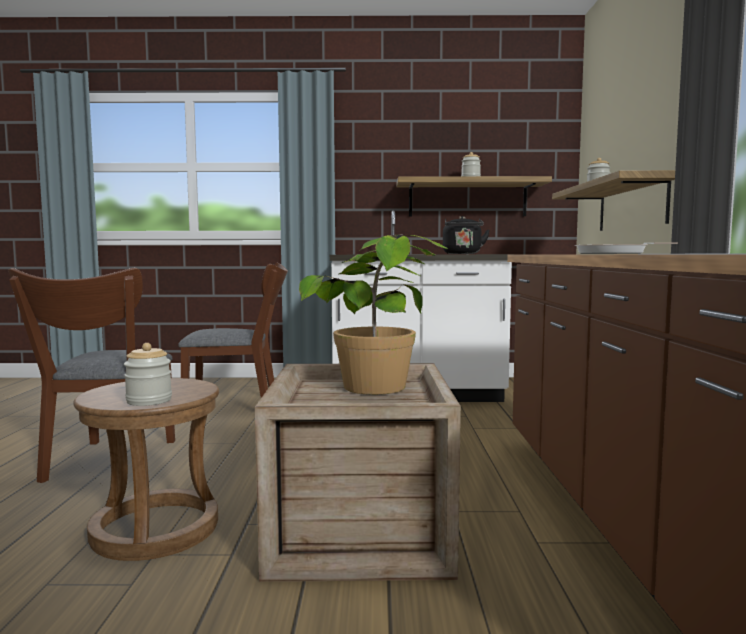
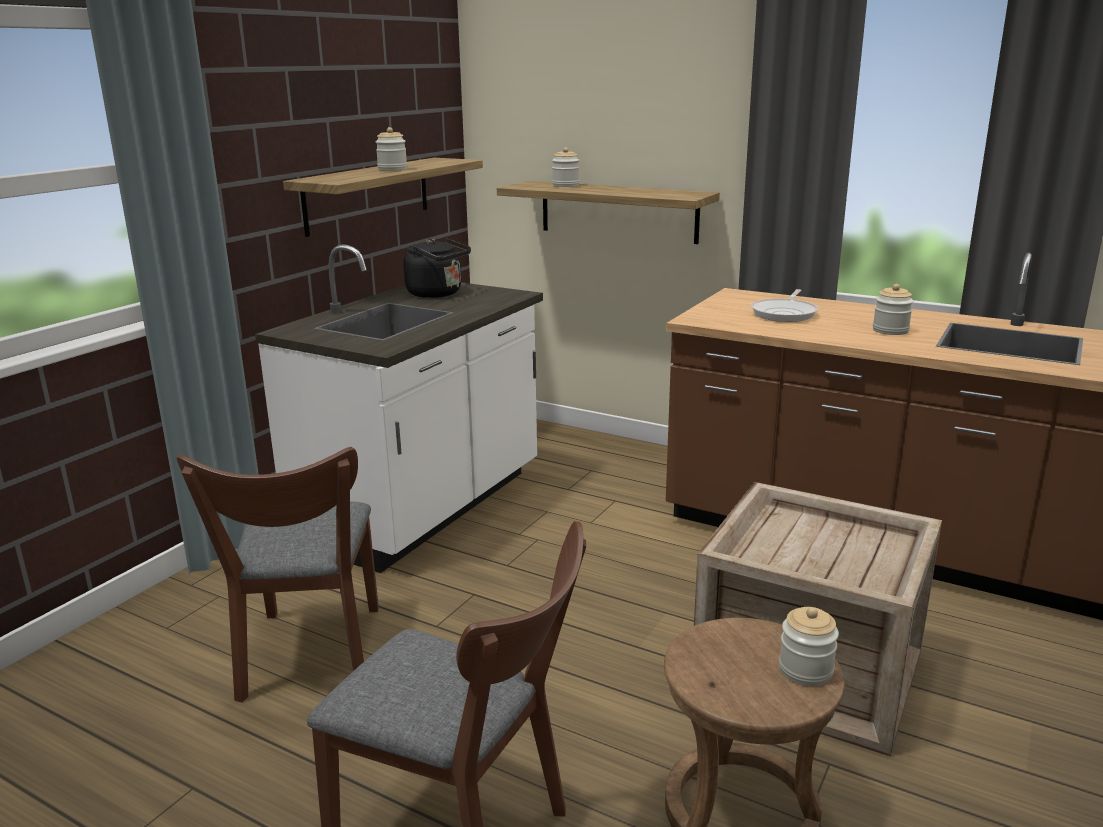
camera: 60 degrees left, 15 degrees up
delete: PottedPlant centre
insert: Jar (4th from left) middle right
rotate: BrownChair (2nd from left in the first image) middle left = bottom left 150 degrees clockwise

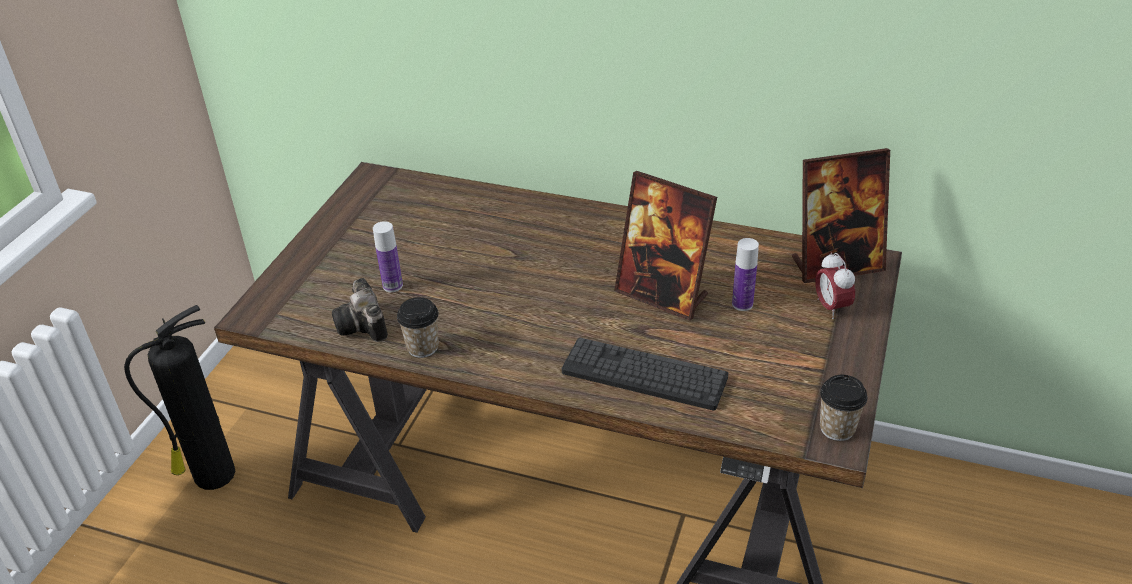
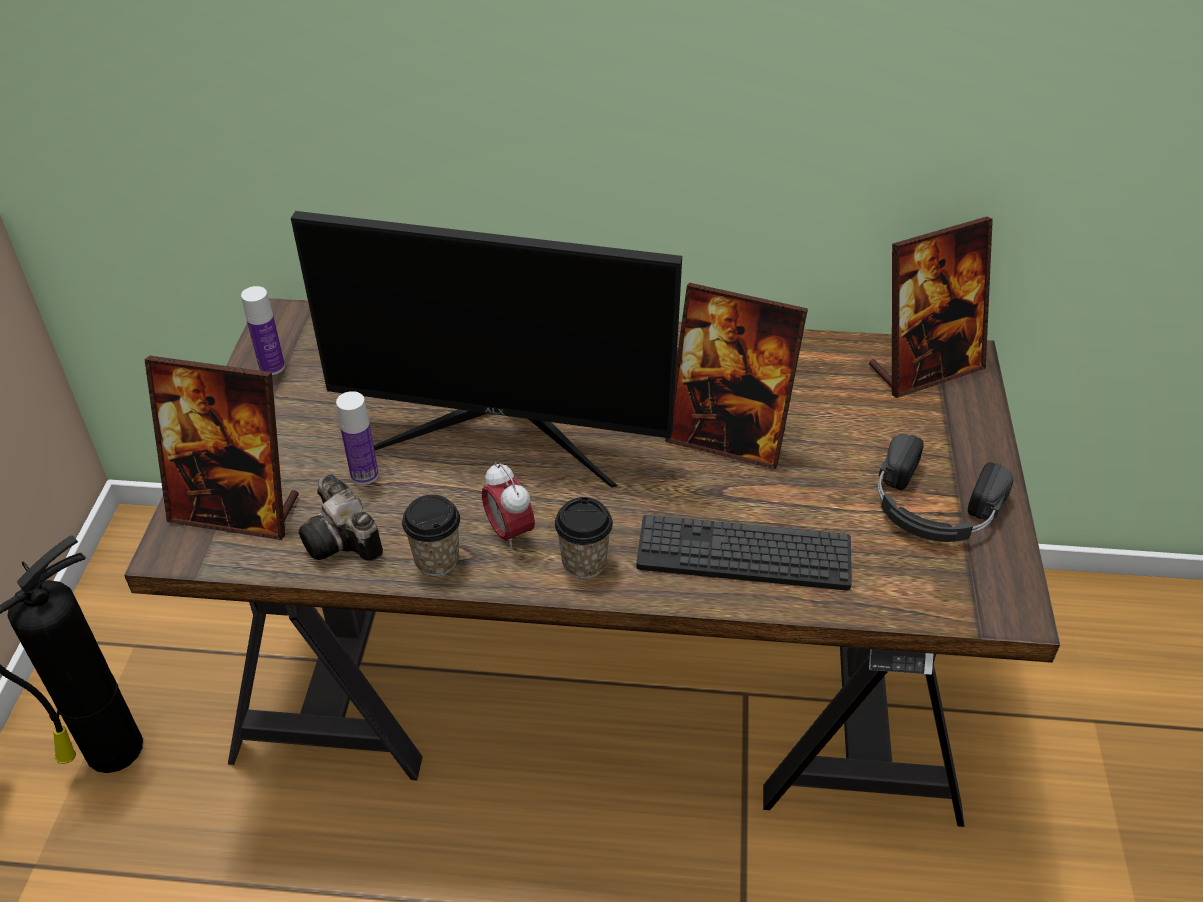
camera: 15 degrees left, 5 degrees up
insert: PictureFrame (1st from left) middle left; Monitor centre; BlackHeadphones middle right
move: Bottle (2nd from left in the first image) centre to Bottle (1st from left) middle left; AlarmClock middle right to centre; Cup (2nd from left) bottom right to centre

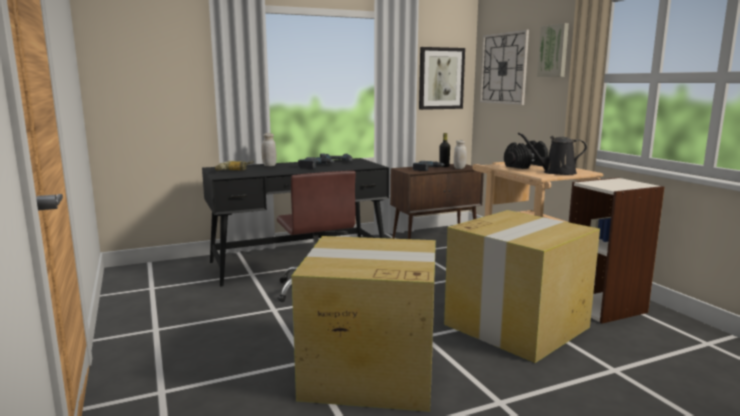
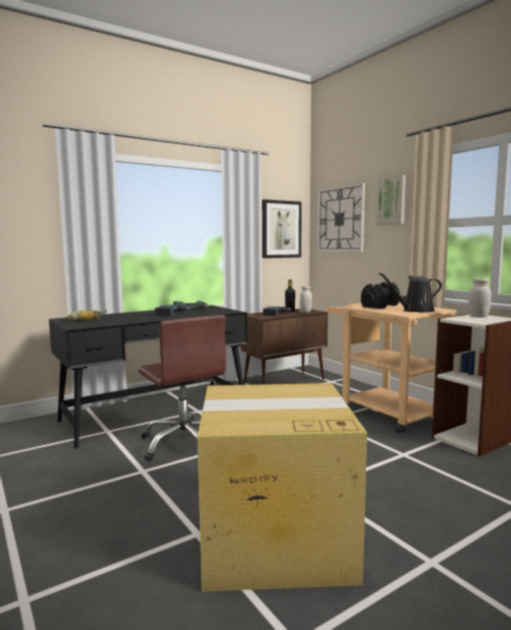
camera: 10 degrees left, 5 degrees down
delete: CardboardBox (2nd from left) bottom right
move: WhiteJar (1st from left in the first image) centre to WhiteJar (2nd from left) middle right

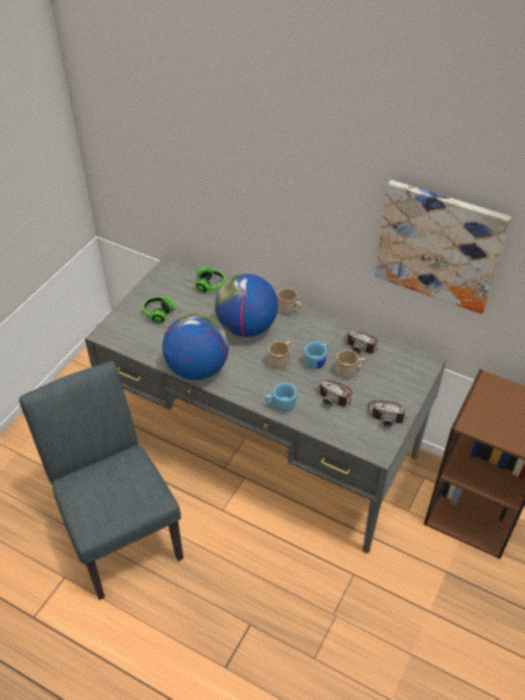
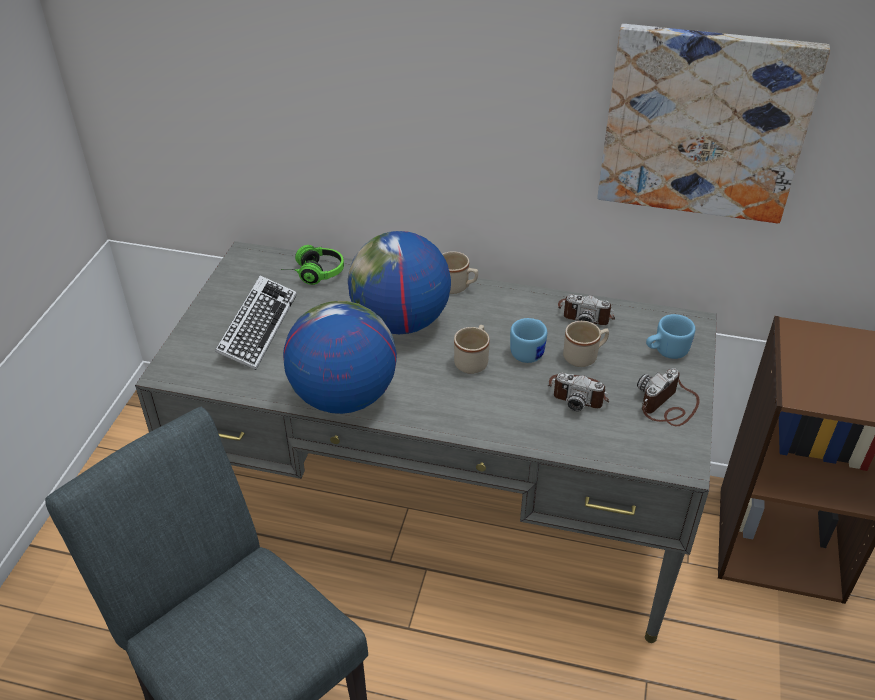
camera: 15 degrees left, 5 degrees down
move: BlueMug (1st from left in the first image) centre to BlueMug (2nd from left) middle right
replace: Headphones (1st from left) middle left to Keyboard middle left
rotate: PhotoCamera (3rd from left) middle right = middle right 135 degrees clockwise

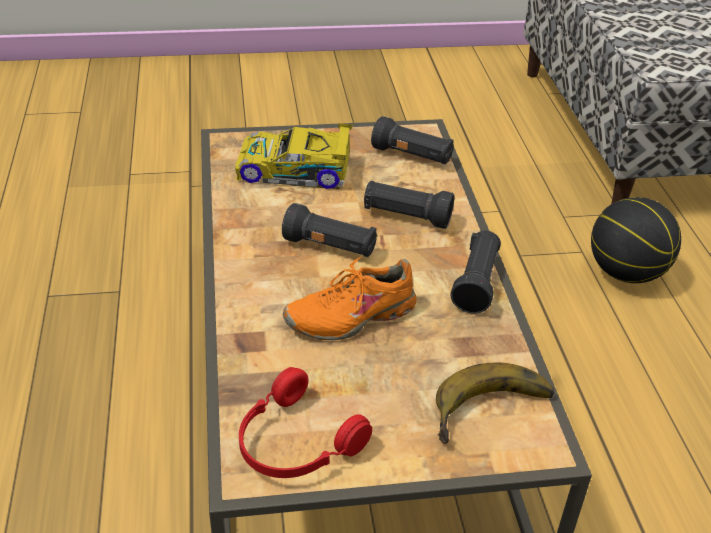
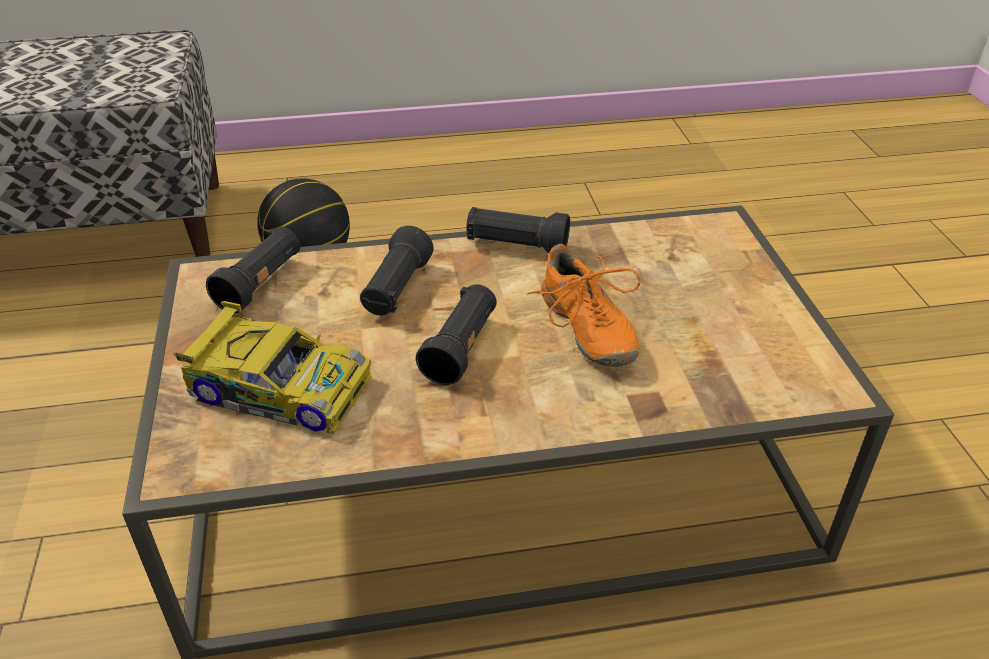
camera: 90 degrees left, 0 degrees up
delete: RedHeadphones bottom centre; Banana bottom right
rotate: ToyCar top centre = middle left 75 degrees counterclockwise

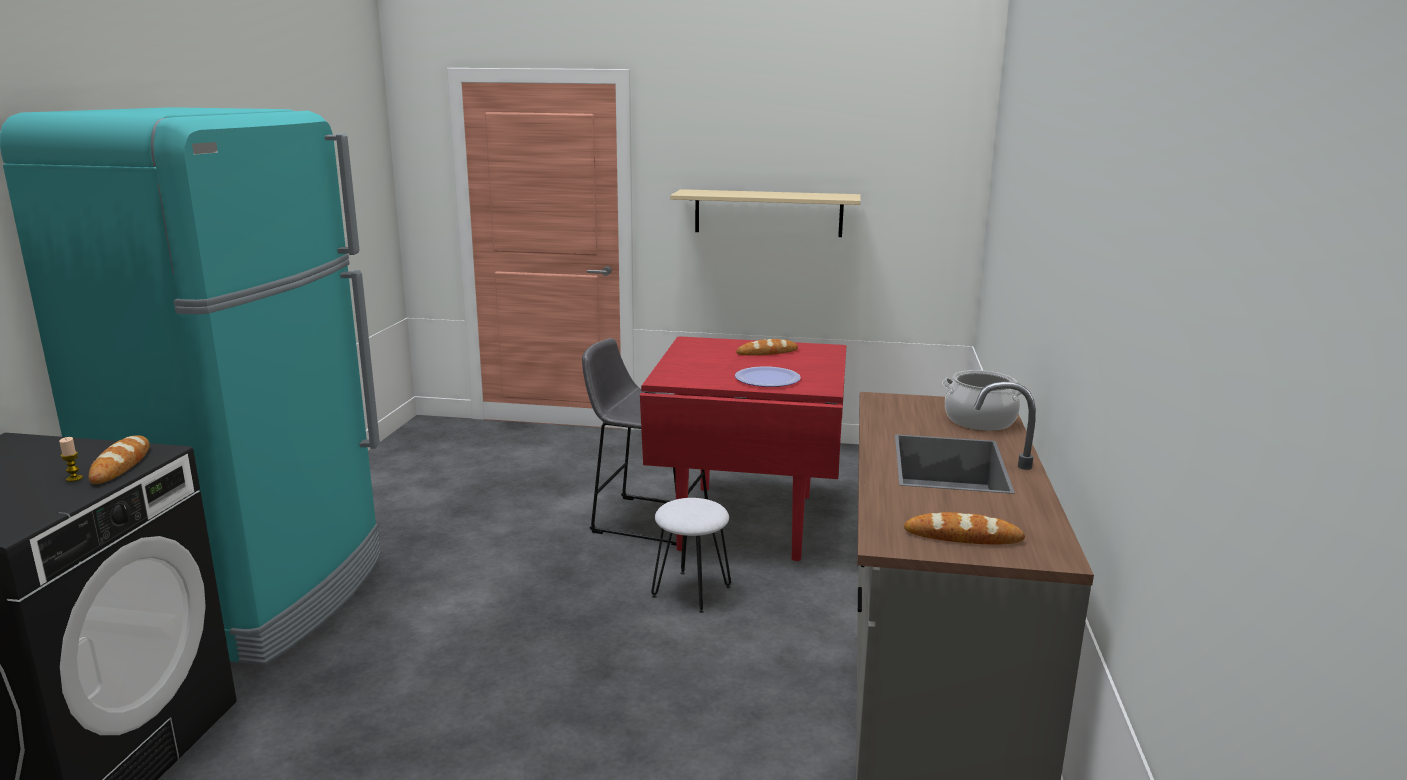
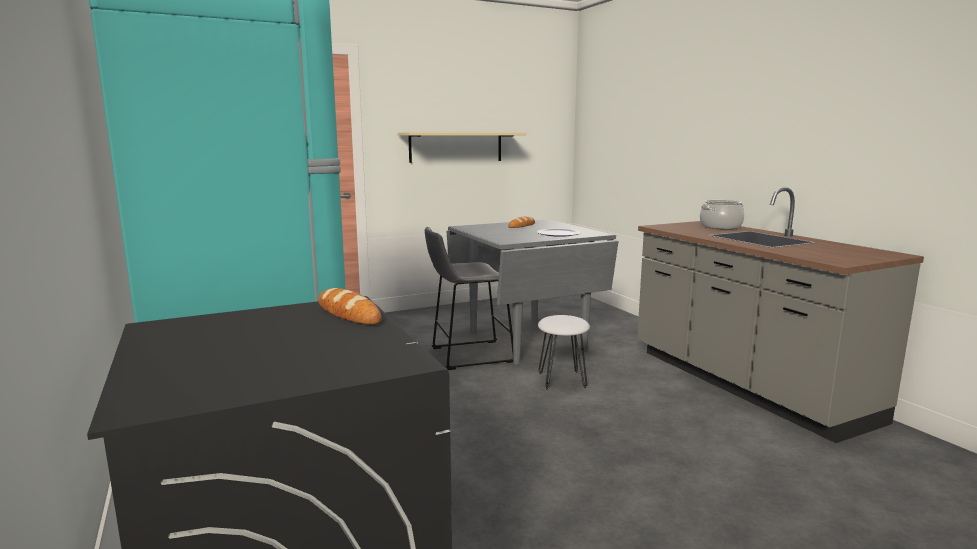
camera: 35 degrees left, 5 degrees down
delete: Candle middle left; Bread (3rd from left) bottom right
recolor: RedDiningTable centre to GreyDiningTable centre

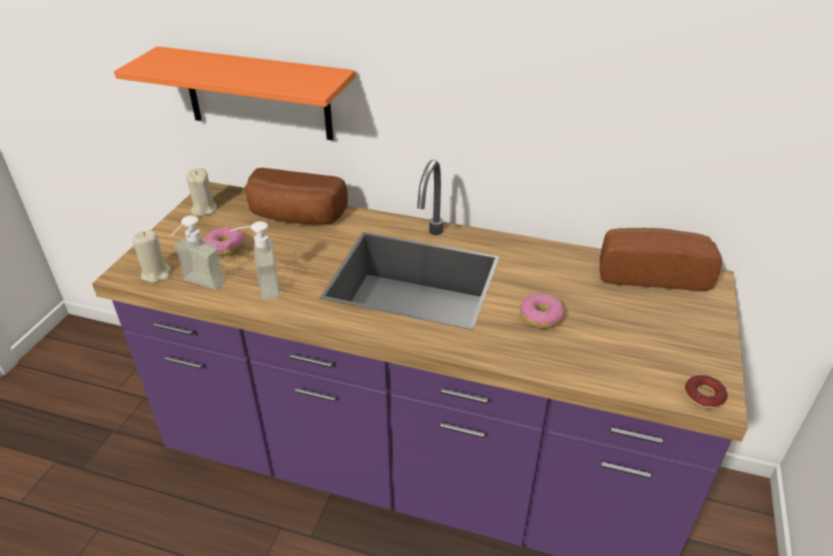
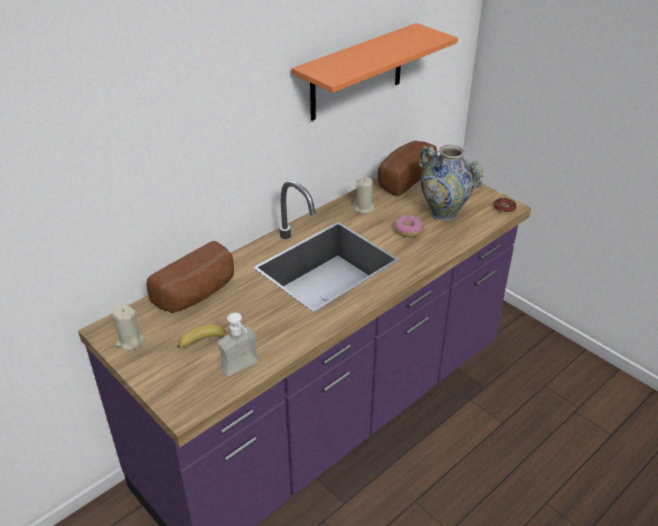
camera: 60 degrees left, 0 degrees up
delete: SoapDispenser (2nd from left) middle left
insert: Vase middle right
move: OrangeShelf top left to top centre; BeigeCandle (1st from left in the first image) middle left to BeigeCandle (2nd from left) centre
replace: Donut (1st from left) middle left to Banana middle left

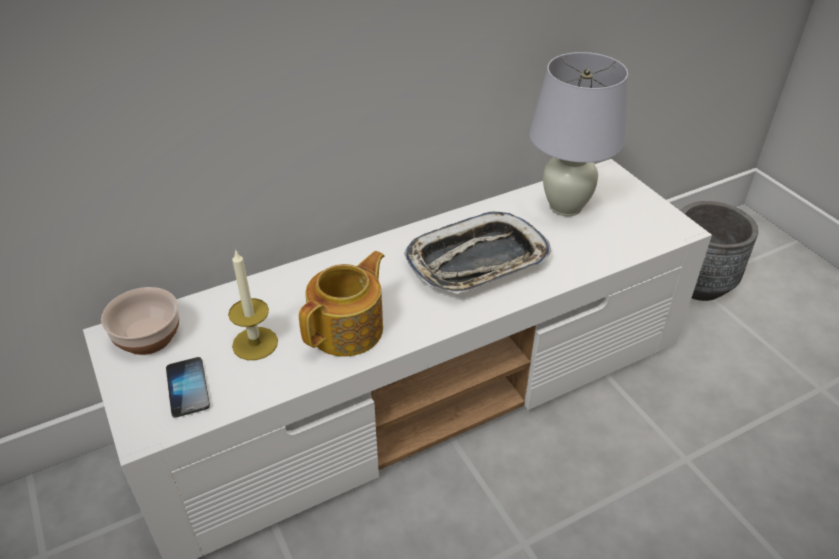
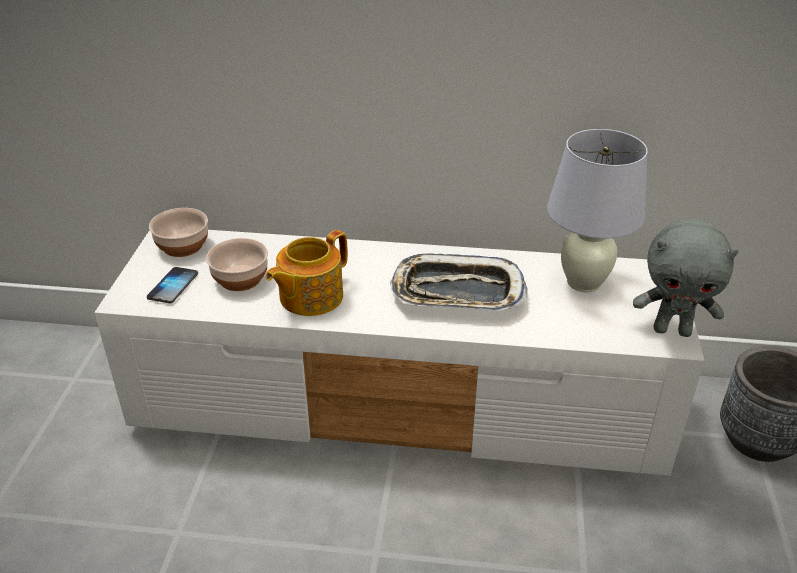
camera: 35 degrees right, 5 degrees down
insert: GreyPlushToy middle right
replace: Candle middle left to Bowl (2nd from left) middle left
rotate: Teapot centre = centre 150 degrees clockwise

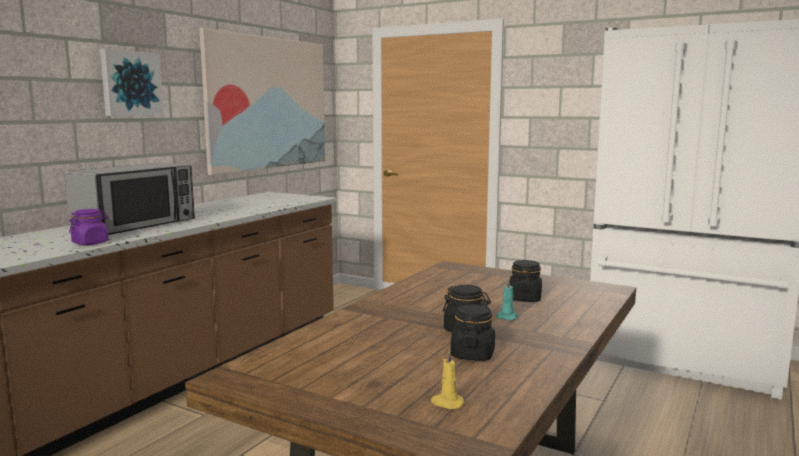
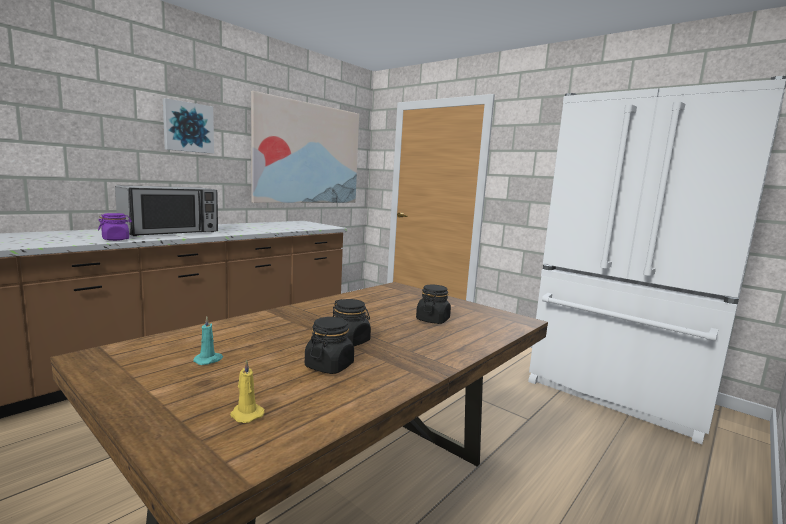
camera: 10 degrees right, 0 degrees up
move: TurquoiseCandle centre to middle left

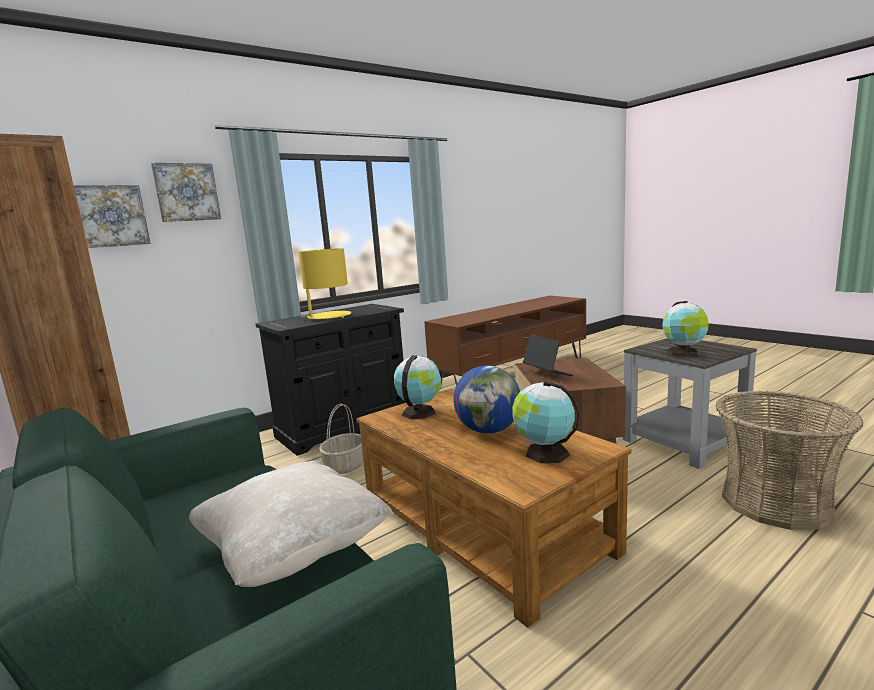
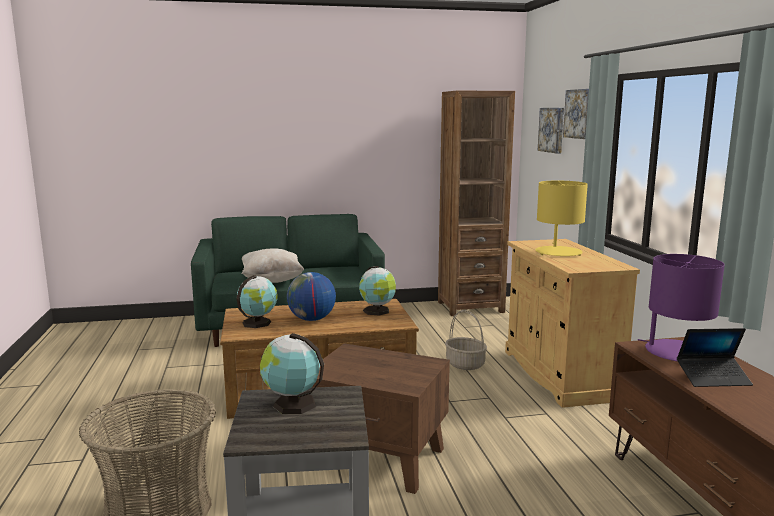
camera: 115 degrees right, 0 degrees up
insert: PurpleTableLamp middle right
move: Laptop centre to bottom right
recolor: BlackCabinet centre to BeigeCabinet middle right

